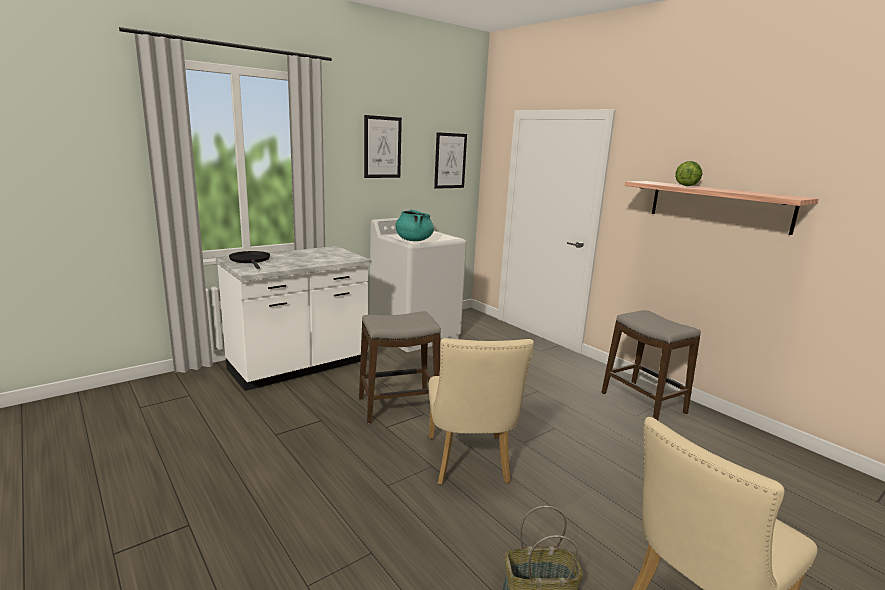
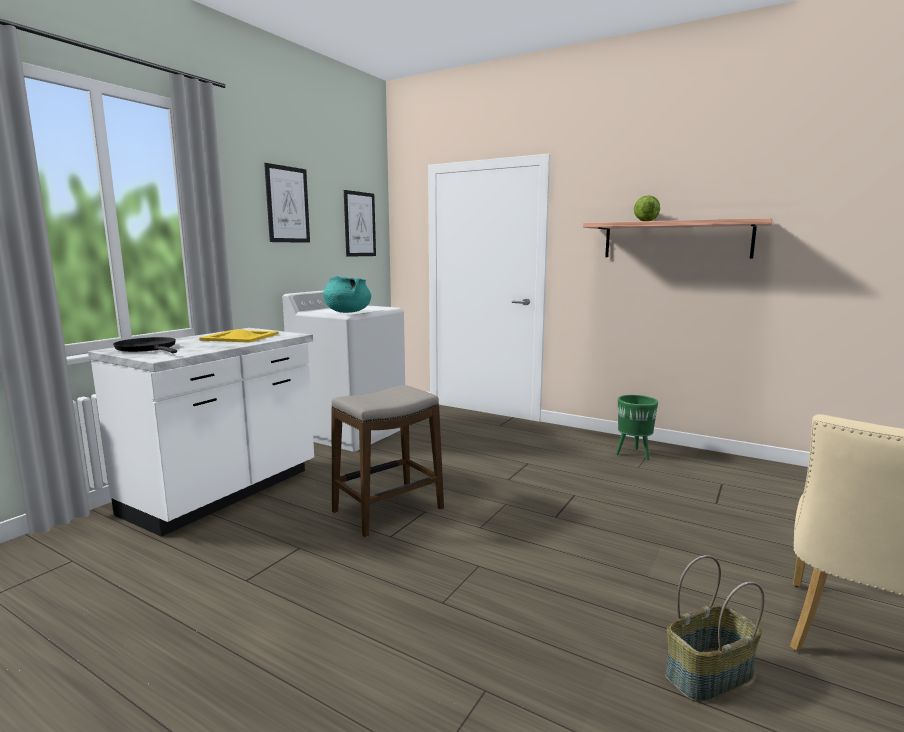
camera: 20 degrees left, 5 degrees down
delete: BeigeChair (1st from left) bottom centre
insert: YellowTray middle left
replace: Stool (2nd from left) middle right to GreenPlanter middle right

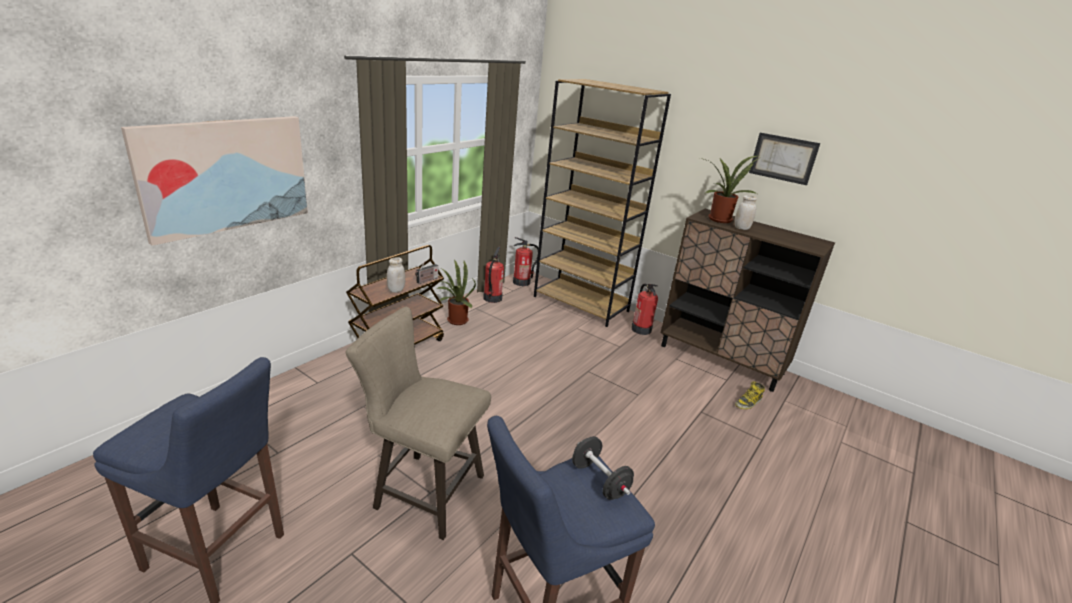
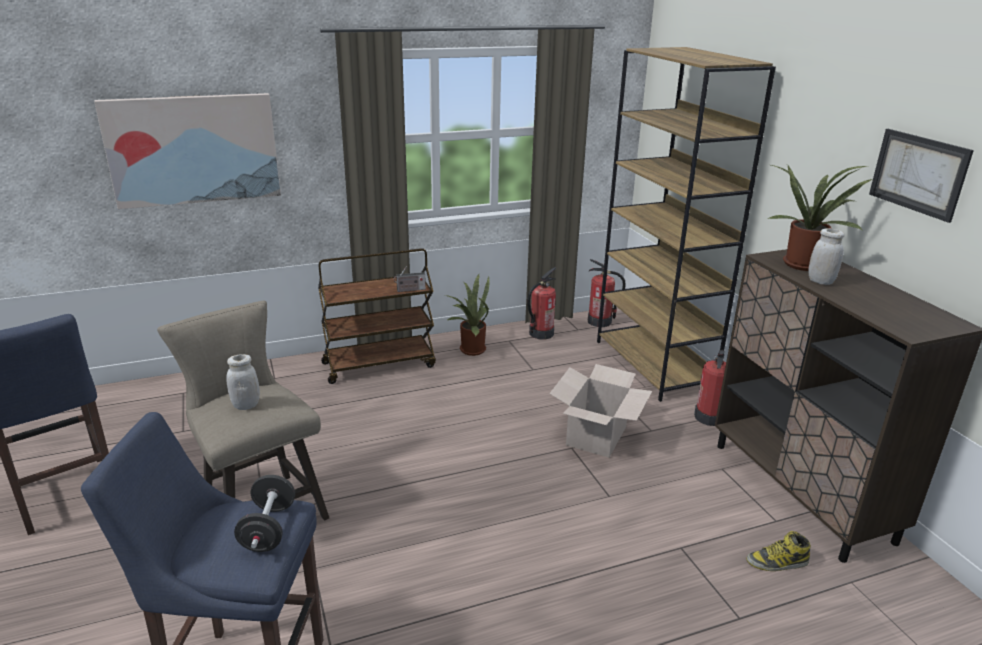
camera: 35 degrees right, 0 degrees up
insert: CardboardBox centre
move: WhiteJar (1st from left) centre to middle left

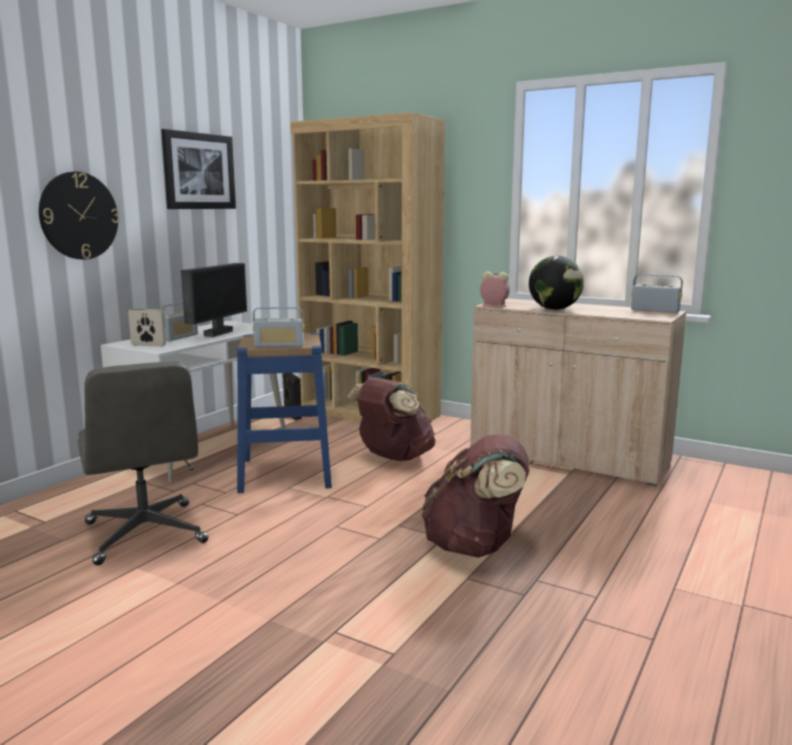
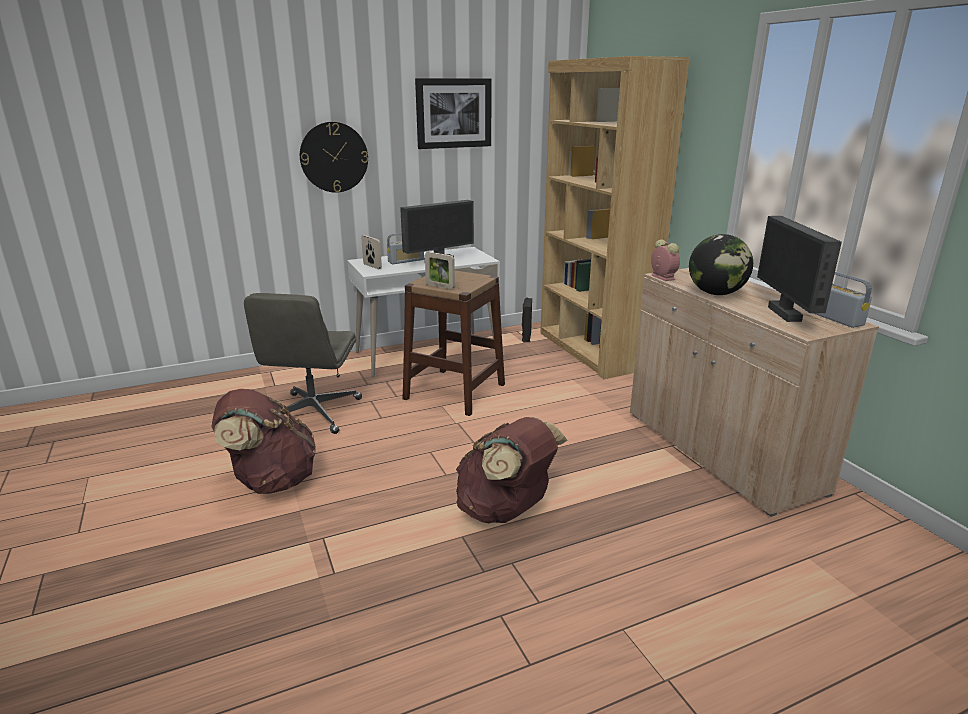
camera: 35 degrees right, 10 degrees up
insert: Monitor (2nd from left) middle right
move: BrownBackpack (1st from left) centre to middle left
replace: Radio (2nd from left) centre to PictureFrame (2nd from left) centre
recolor: BlueStool centre to BrownStool centre

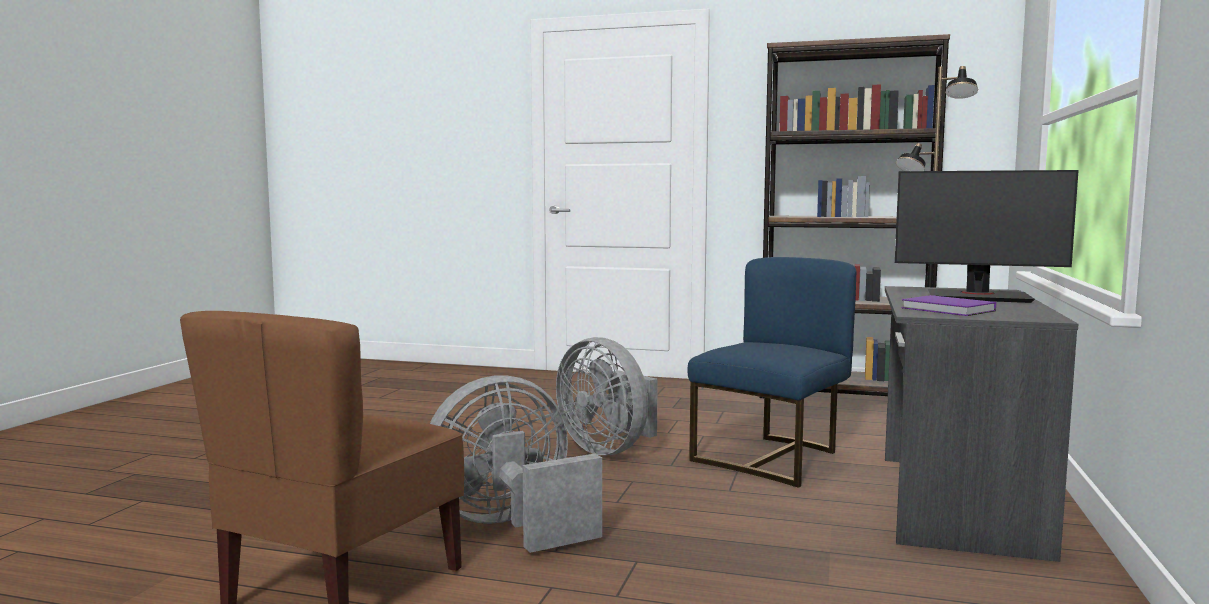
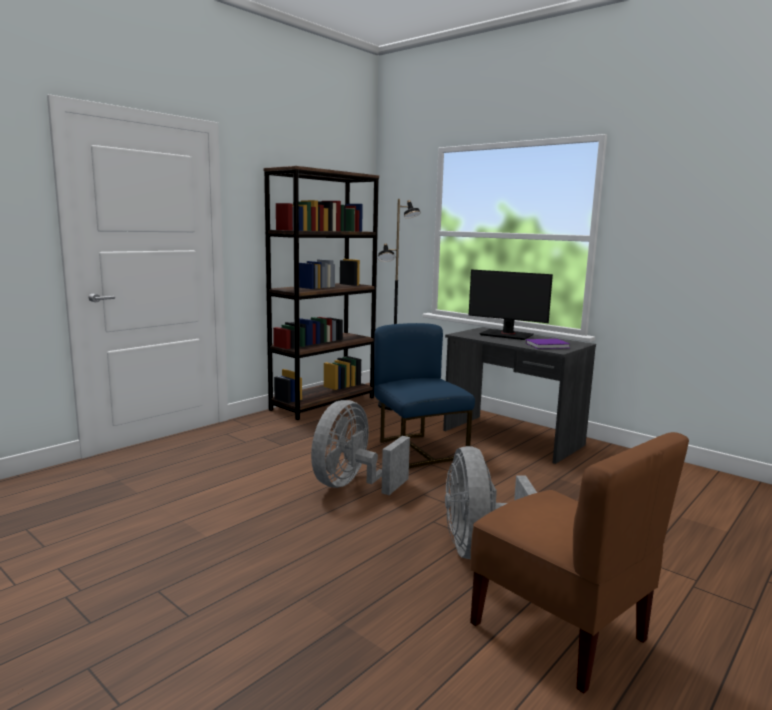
camera: 65 degrees left, 5 degrees up
rotate: GreyFan (2nd from left in the first image) centre = centre 135 degrees clockwise; Monitor middle right = centre 75 degrees clockwise

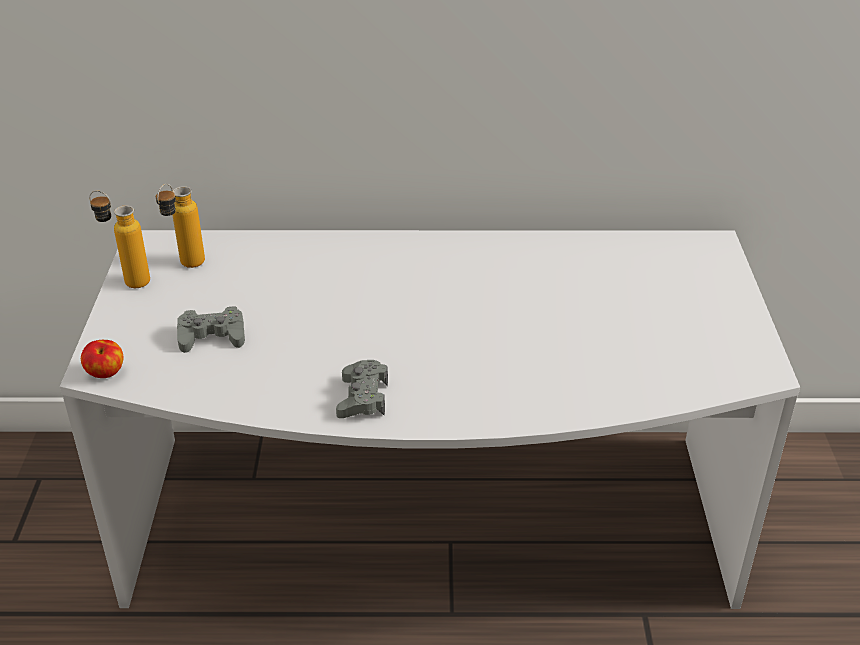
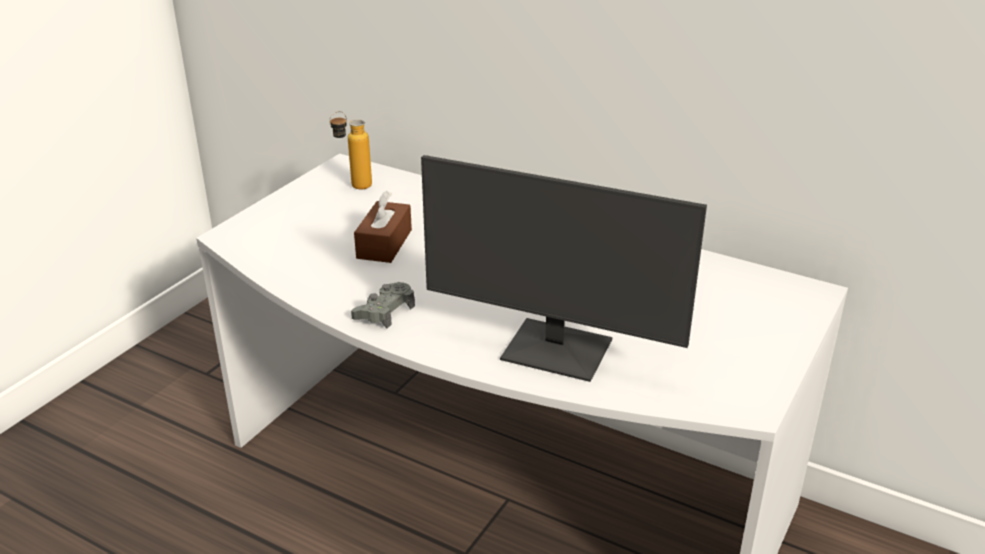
camera: 30 degrees right, 5 degrees down
delete: Apple middle left; Bottle (1st from left) middle left; GreyGameController (1st from left) middle left
insert: BrownTissueBox centre; Monitor centre

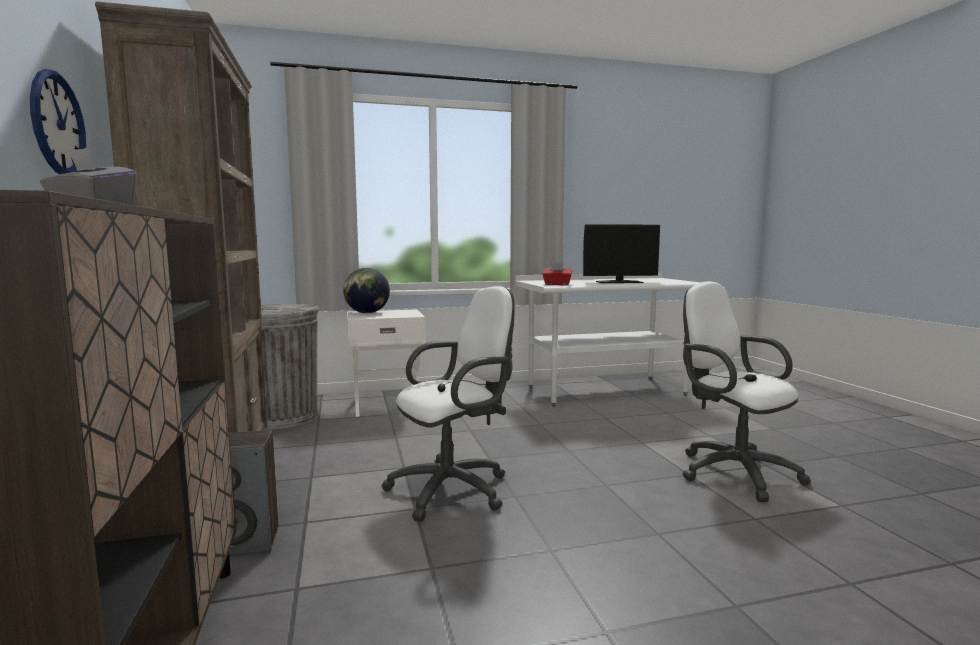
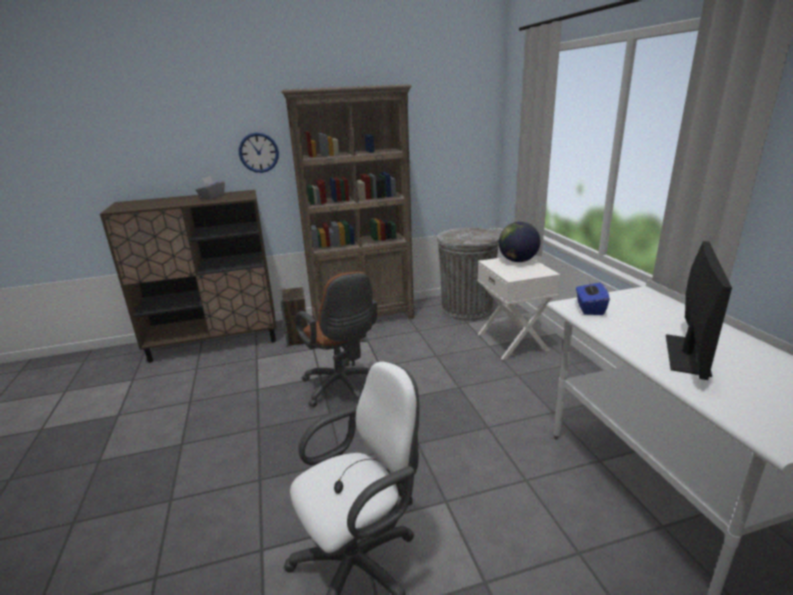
camera: 90 degrees right, 15 degrees up
recolor: WhiteOfficeChair (1st from left) centre to BrownOfficeChair centre; RedTissueBox centre to BlueTissueBox middle right
rotate: Monitor centre = middle right 150 degrees counterclockwise

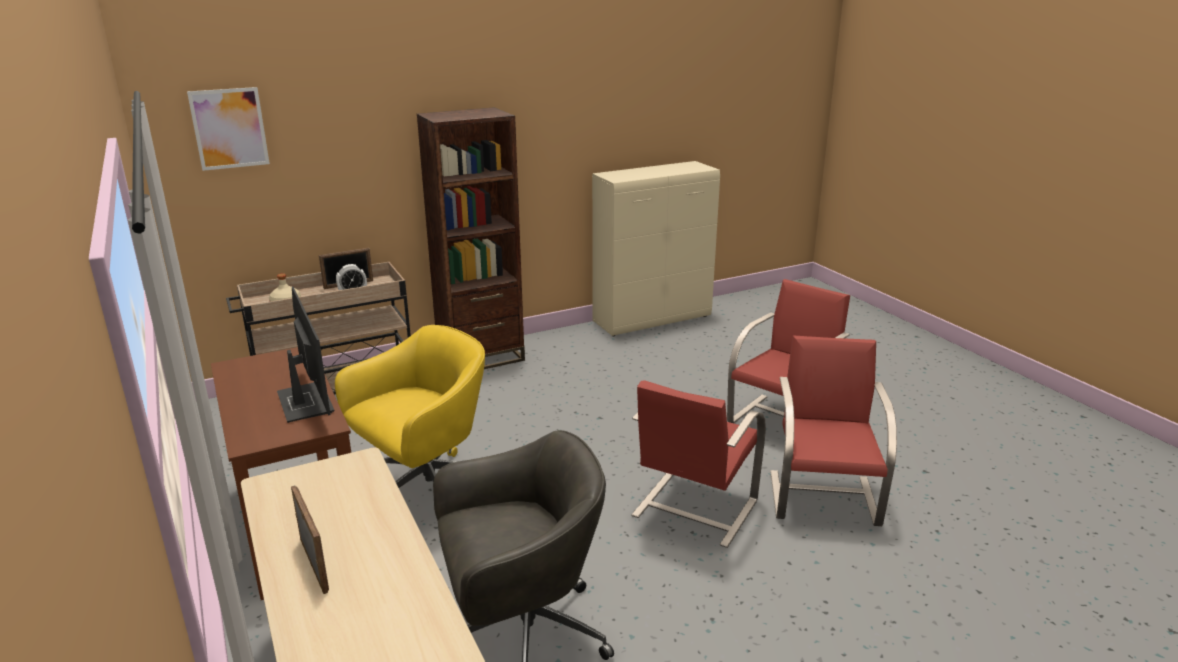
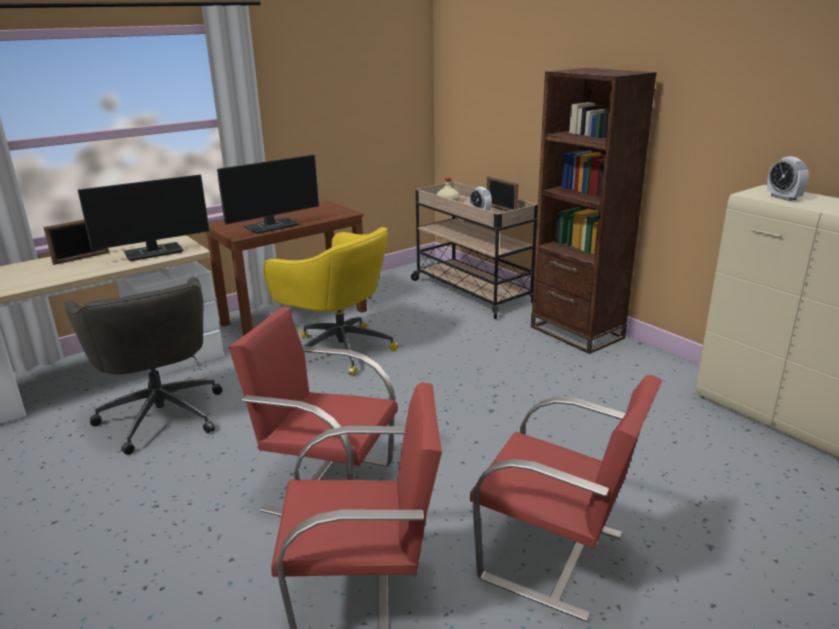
camera: 80 degrees right, 0 degrees up
delete: Picture top left
insert: Monitor (1st from left) middle left; AlarmClock (2nd from left) top right

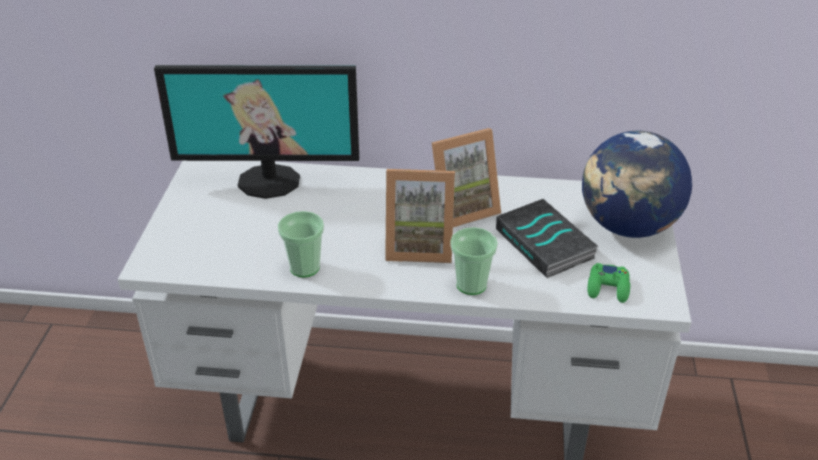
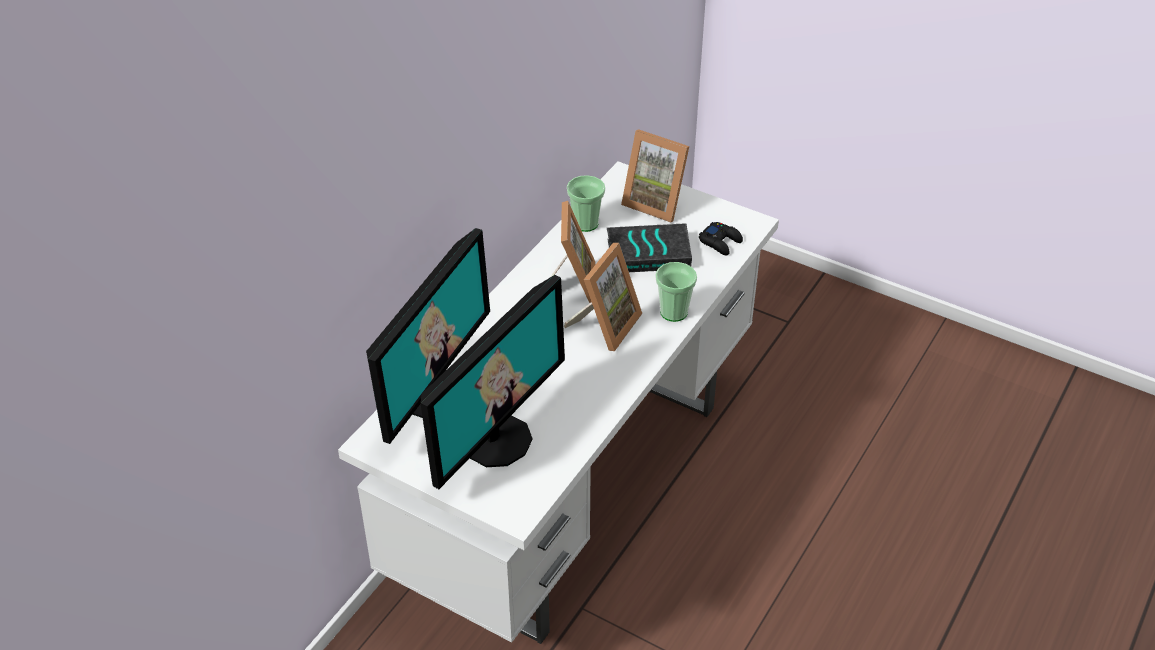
camera: 65 degrees left, 5 degrees up
insert: Monitor (2nd from left) centre
move: Cup (1st from left) centre to top centre
replace: Globe middle right to PictureFrame (3rd from left) top centre
recolor: GreenGameController middle right to BlackGameController centre

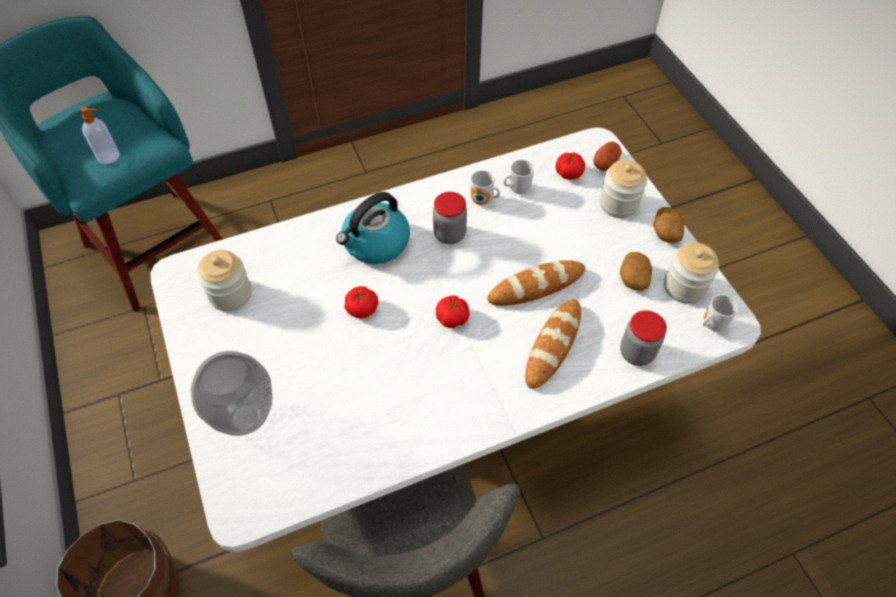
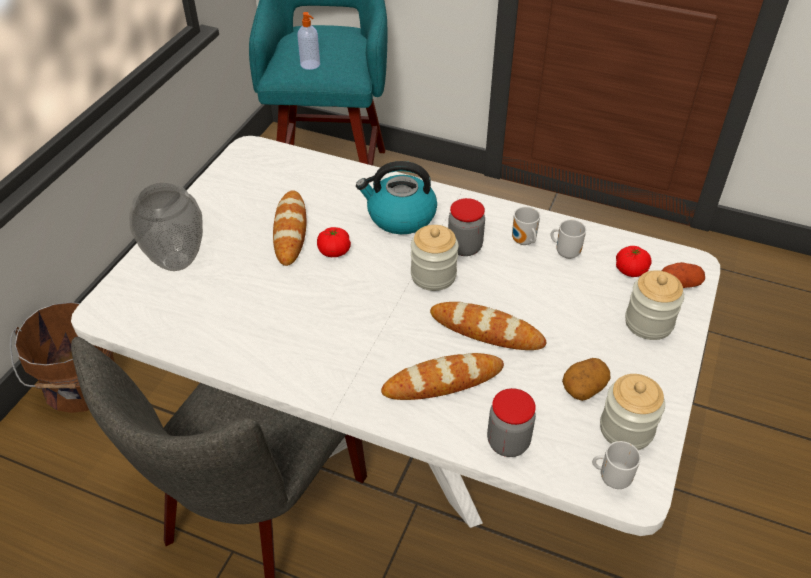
camera: 45 degrees right, 10 degrees down
delete: Tomato (2nd from left) centre; Potato (3rd from left) middle right
insert: Bread (1st from left) centre
move: Jar (1st from left) middle left to centre

